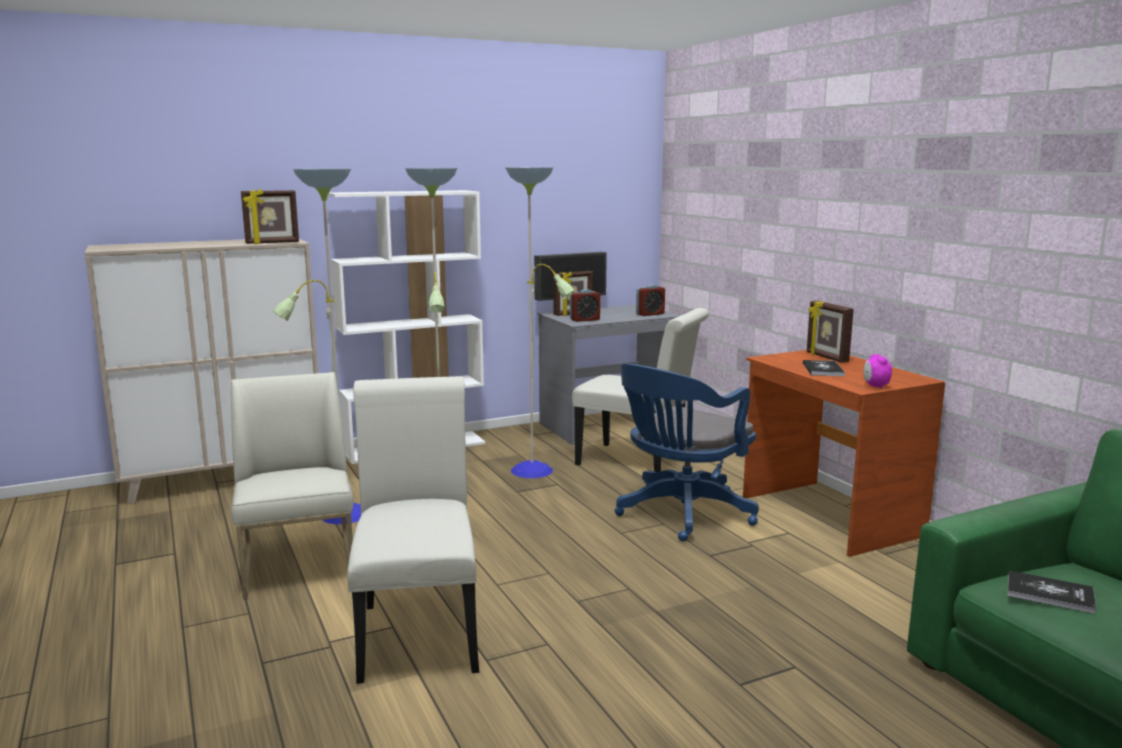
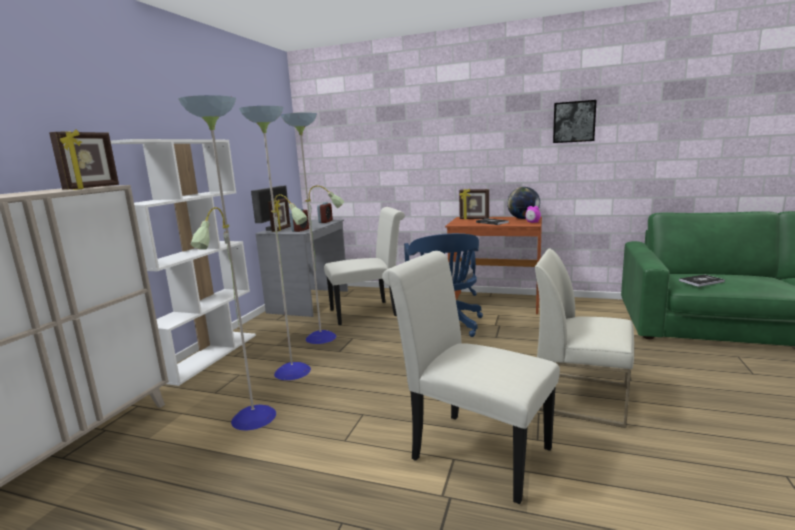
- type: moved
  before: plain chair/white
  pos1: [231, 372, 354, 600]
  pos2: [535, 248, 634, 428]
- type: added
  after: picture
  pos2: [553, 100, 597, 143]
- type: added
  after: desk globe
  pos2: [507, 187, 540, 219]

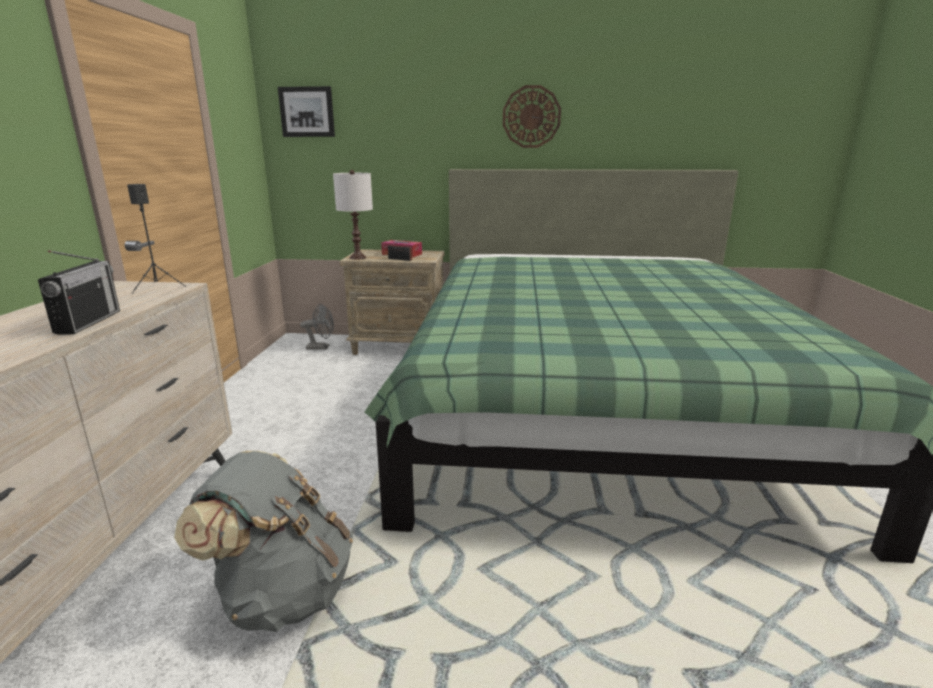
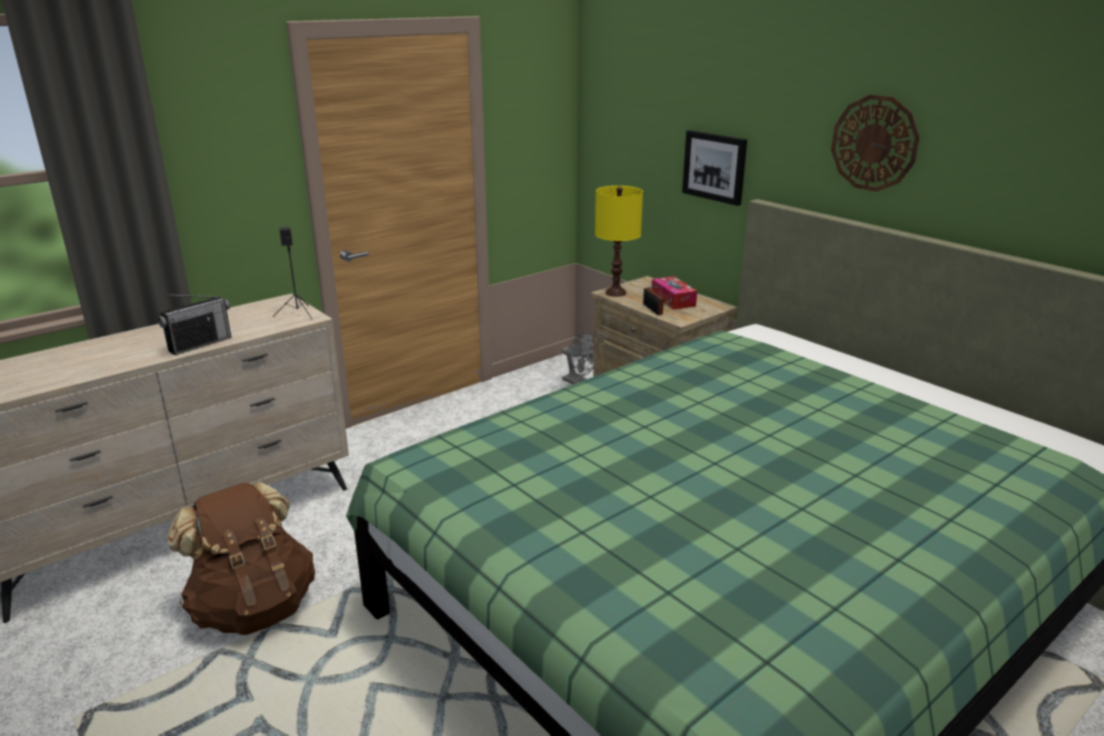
- type: moved
  before: picture
  pos1: [278, 86, 335, 137]
  pos2: [682, 130, 747, 206]
- type: recoloured
  before: lamp for a table/white
  after: lamp for a table/yellow
  pos1: [333, 170, 373, 260]
  pos2: [595, 186, 643, 297]
- type: recoloured
  before: knapsack/grey
  after: knapsack/brown
  pos1: [174, 451, 353, 632]
  pos2: [167, 482, 315, 635]

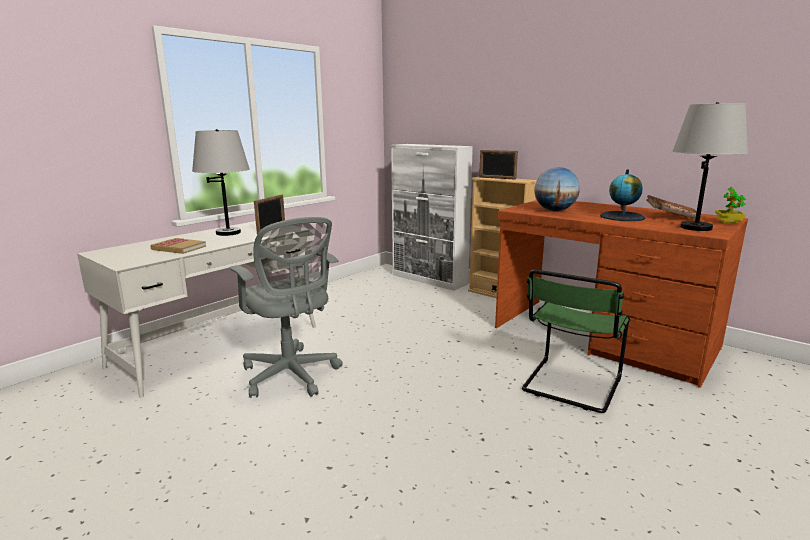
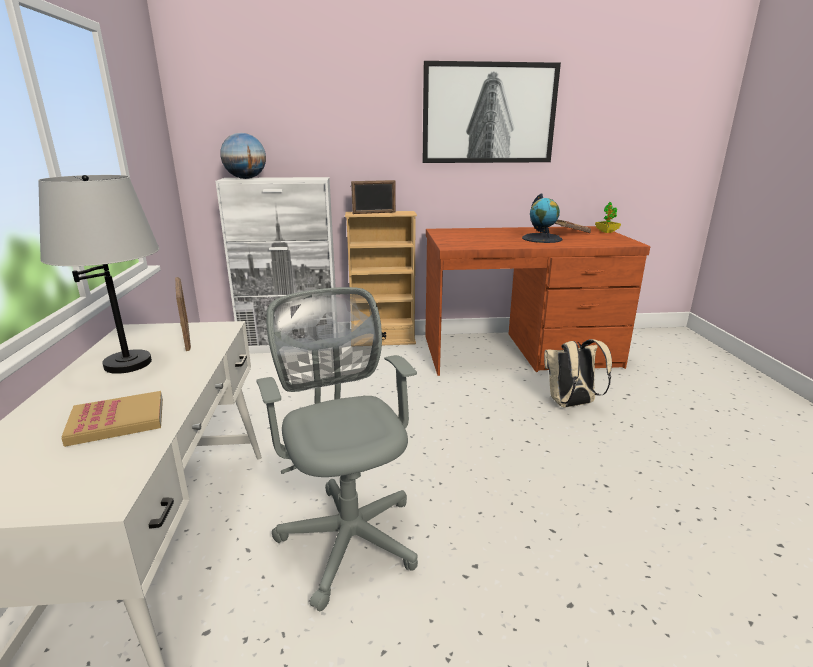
- type: removed
  before: lamp for a table/grey
  pos1: [672, 102, 748, 231]
- type: moved
  before: desk globe
  pos1: [534, 167, 580, 211]
  pos2: [220, 133, 266, 179]
- type: turned
  before: computer chair/grey
  pos1: [229, 217, 343, 398]
  pos2: [256, 287, 418, 612]
  turn: -120
- type: replaced
  before: plain chair/green
  after: knapsack/sand-coloured
  pos1: [522, 270, 630, 413]
  pos2: [544, 339, 612, 407]
- type: added
  after: picture
  pos2: [423, 61, 561, 163]

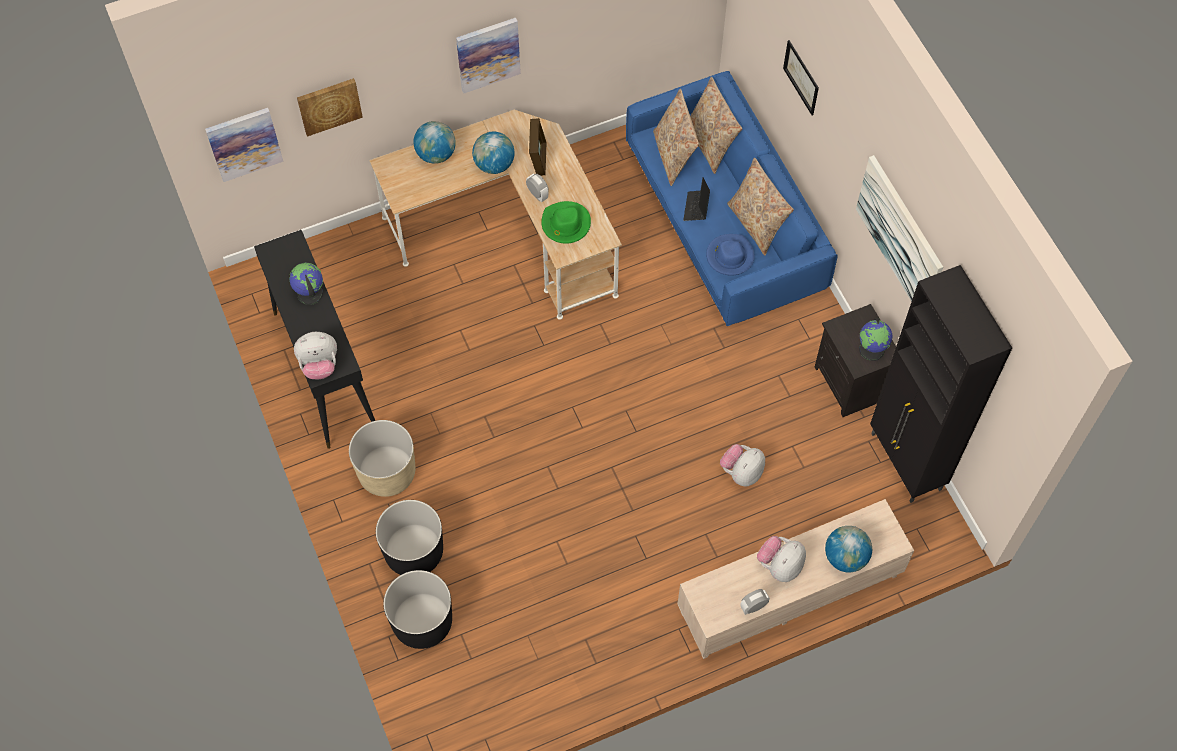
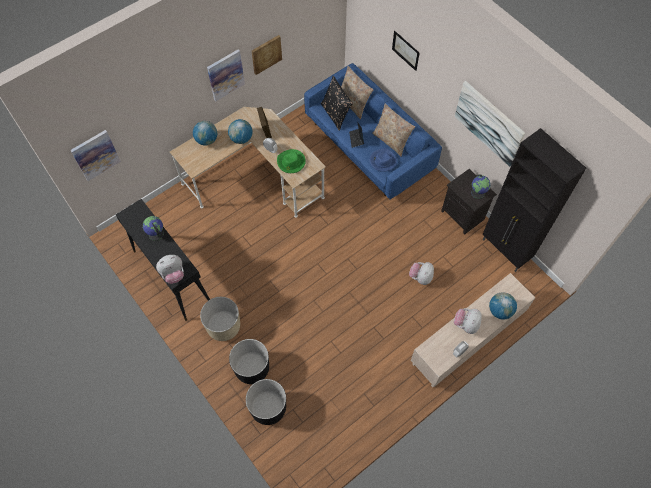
- type: moved
  before: picture
  pos1: [297, 78, 363, 137]
  pos2: [252, 35, 282, 75]
- type: recoloured
  before: pillow/sand-coloured
  after: pillow/blackish
  pos1: [653, 89, 699, 186]
  pos2: [321, 76, 353, 131]

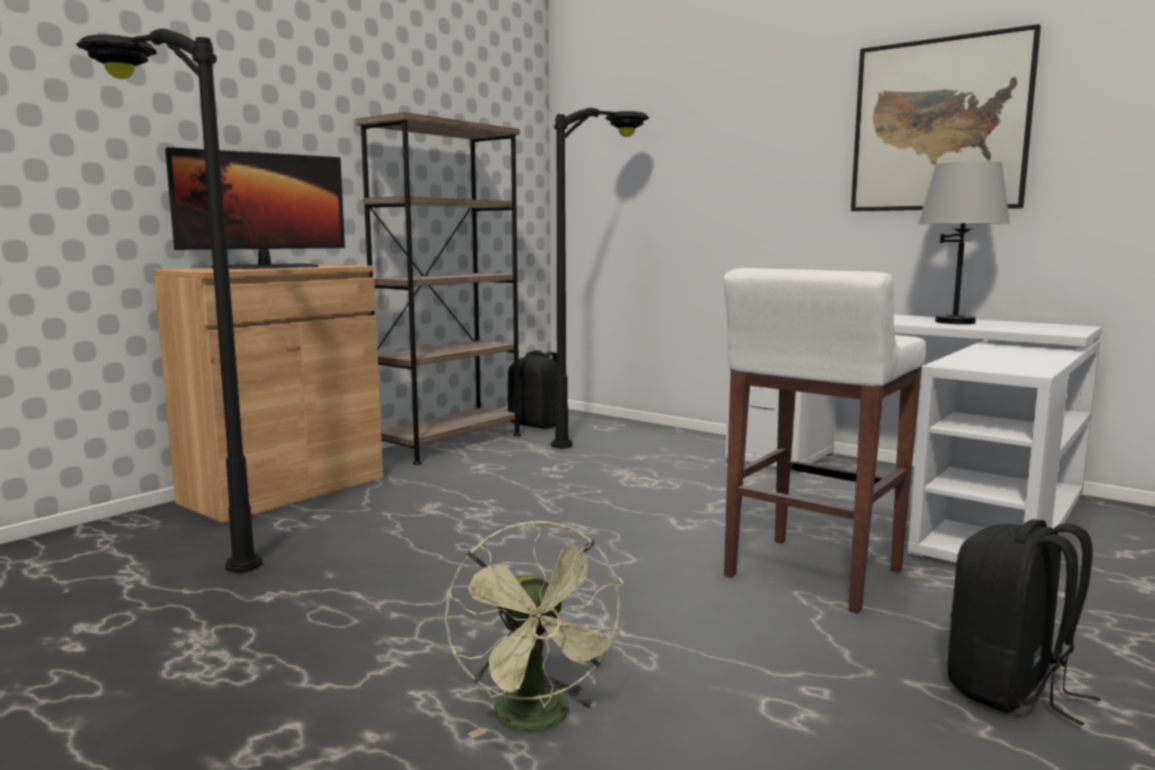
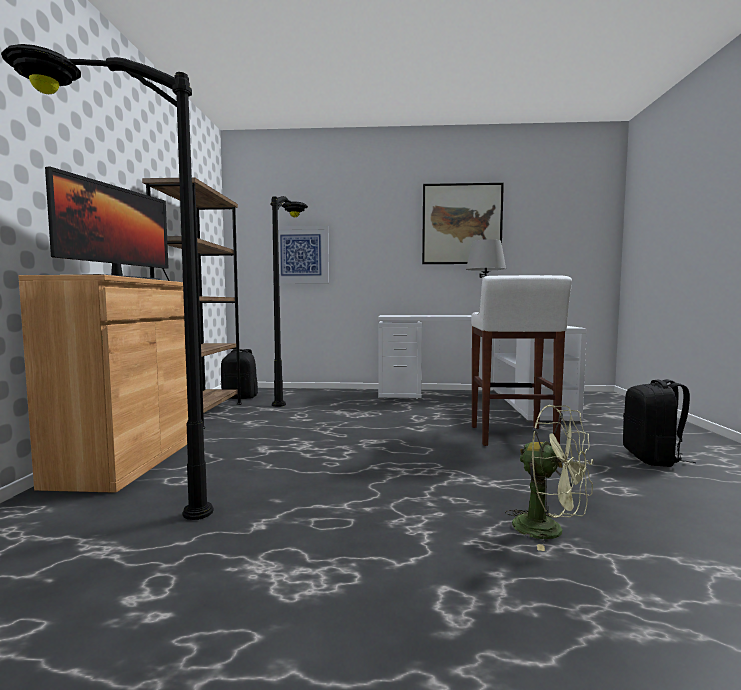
- type: added
  after: picture
  pos2: [272, 226, 329, 283]

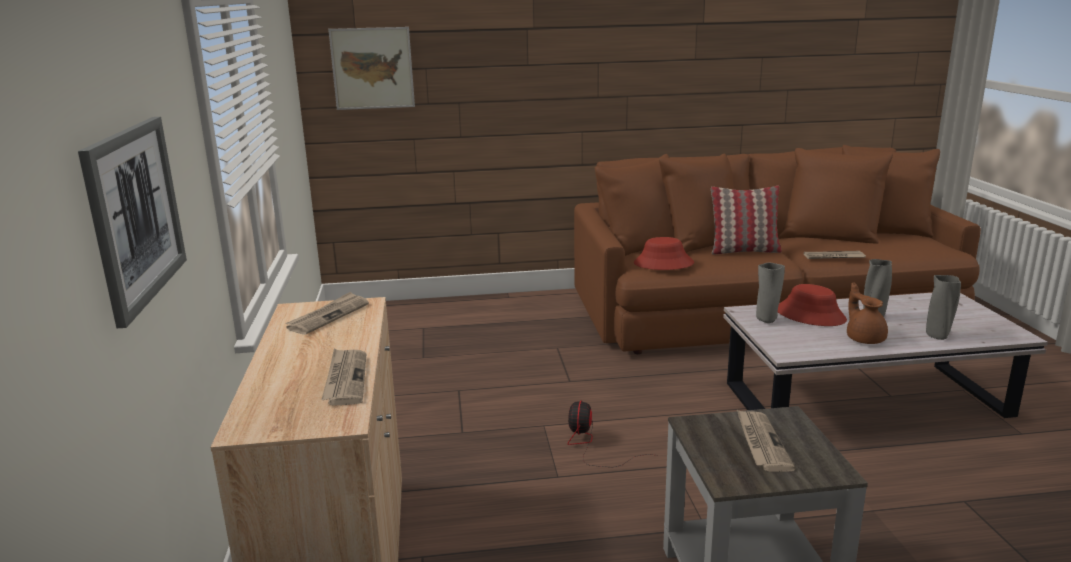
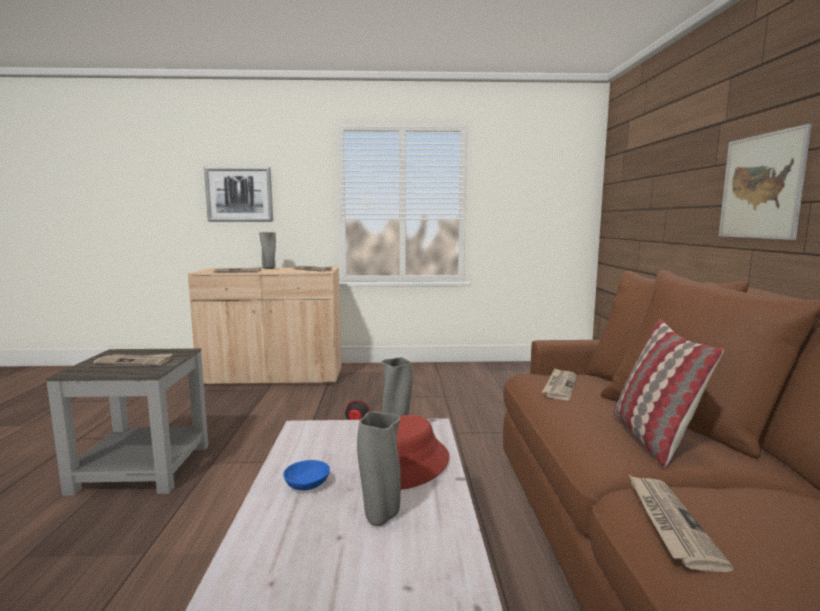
- type: moved
  before: picture
  pos1: [328, 27, 415, 110]
  pos2: [719, 124, 812, 240]
- type: replaced
  before: wearable hat/reddish
  after: newspaper
  pos1: [634, 237, 694, 270]
  pos2: [542, 368, 577, 400]
- type: moved
  before: vase/grey
  pos1: [926, 275, 961, 340]
  pos2: [259, 232, 276, 269]
- type: replaced
  before: tea pot/brown
  after: deep dish/blue-coloured
  pos1: [847, 282, 888, 344]
  pos2: [283, 460, 330, 491]

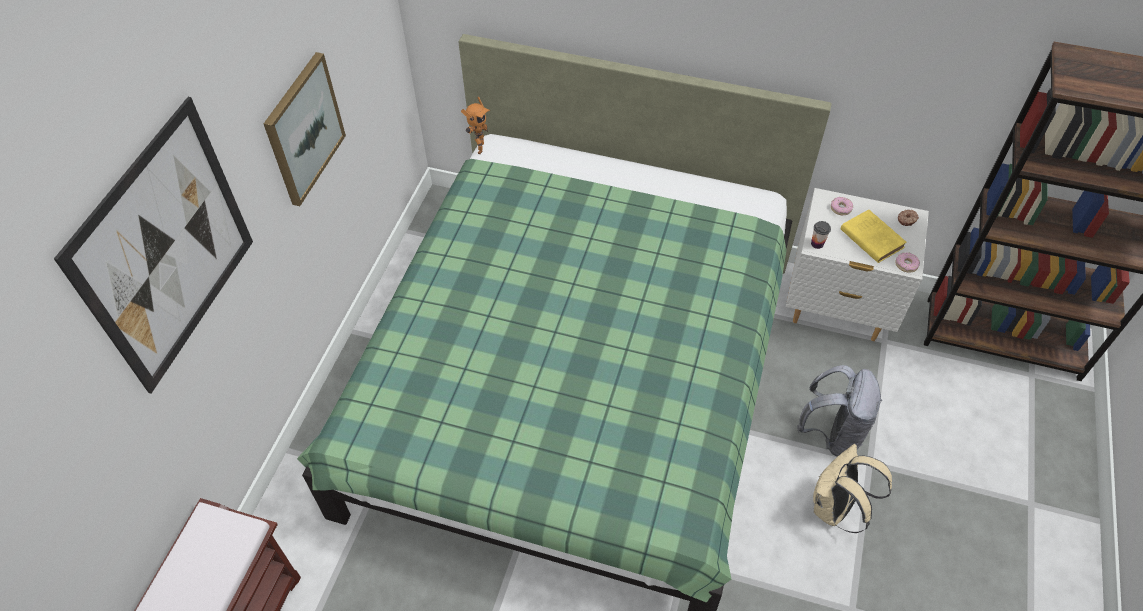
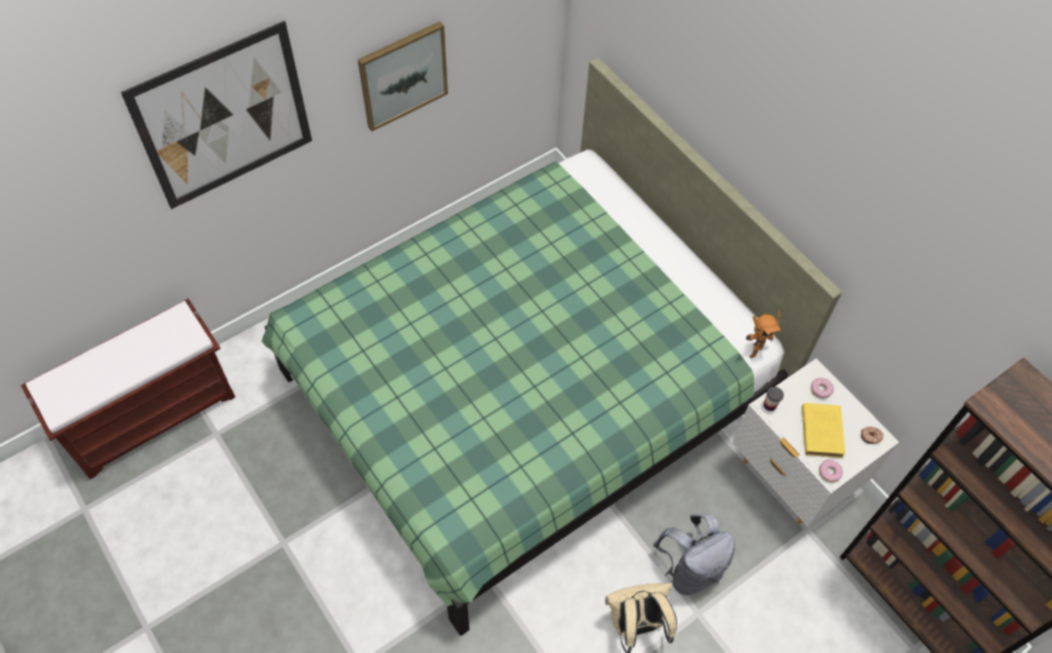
- type: moved
  before: model robot
  pos1: [461, 97, 490, 154]
  pos2: [746, 310, 781, 358]

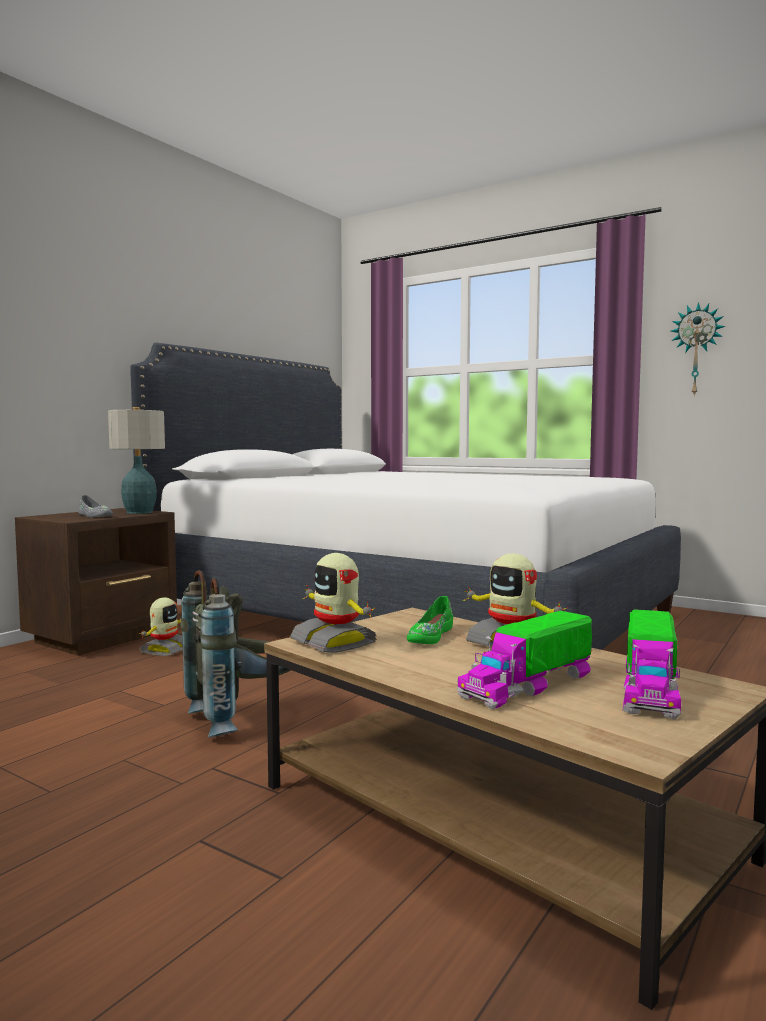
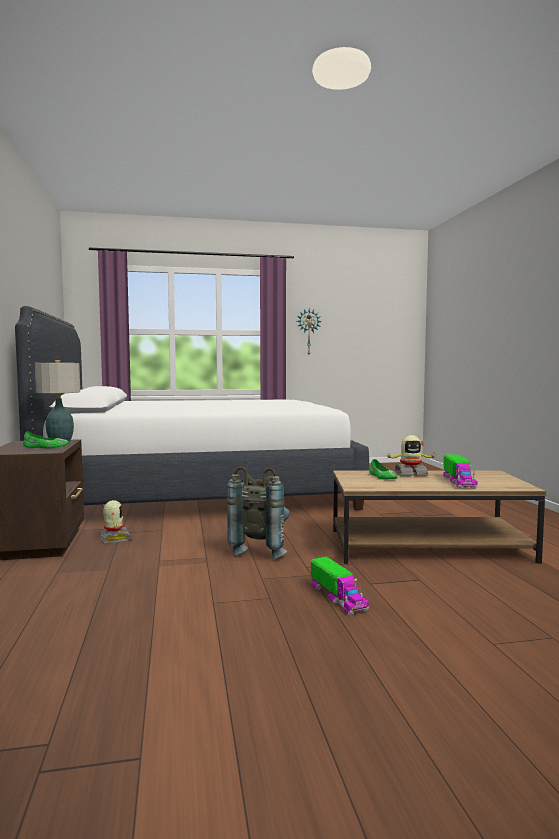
- type: recoloured
  before: low shoe/grey
  after: low shoe/green
  pos1: [78, 495, 113, 518]
  pos2: [23, 431, 69, 448]
- type: removed
  before: model robot
  pos1: [290, 553, 377, 653]
- type: moved
  before: toy truck
  pos1: [623, 609, 681, 719]
  pos2: [311, 557, 369, 615]

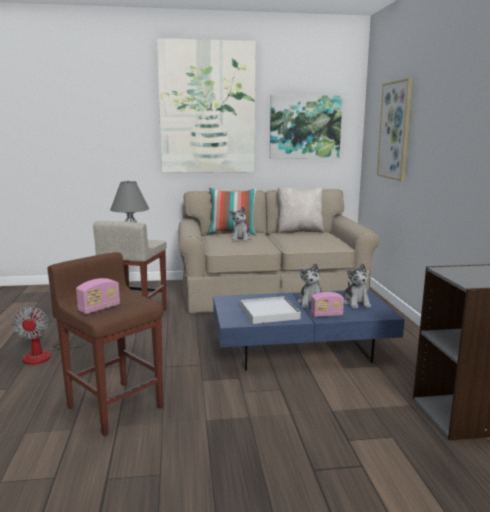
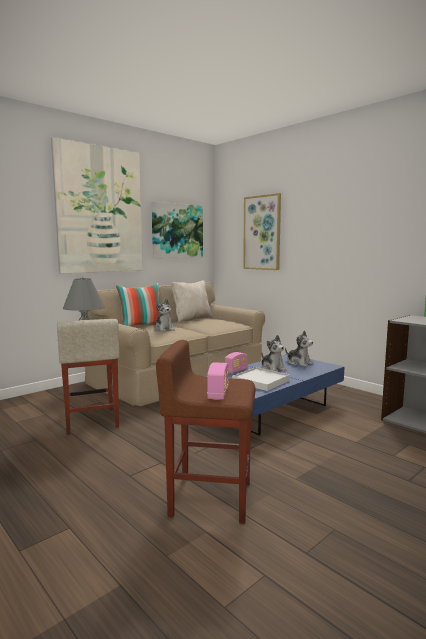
- type: moved
  before: radio receiver
  pos1: [311, 292, 344, 317]
  pos2: [225, 352, 248, 373]
- type: removed
  before: cooling fan
  pos1: [12, 307, 88, 365]

